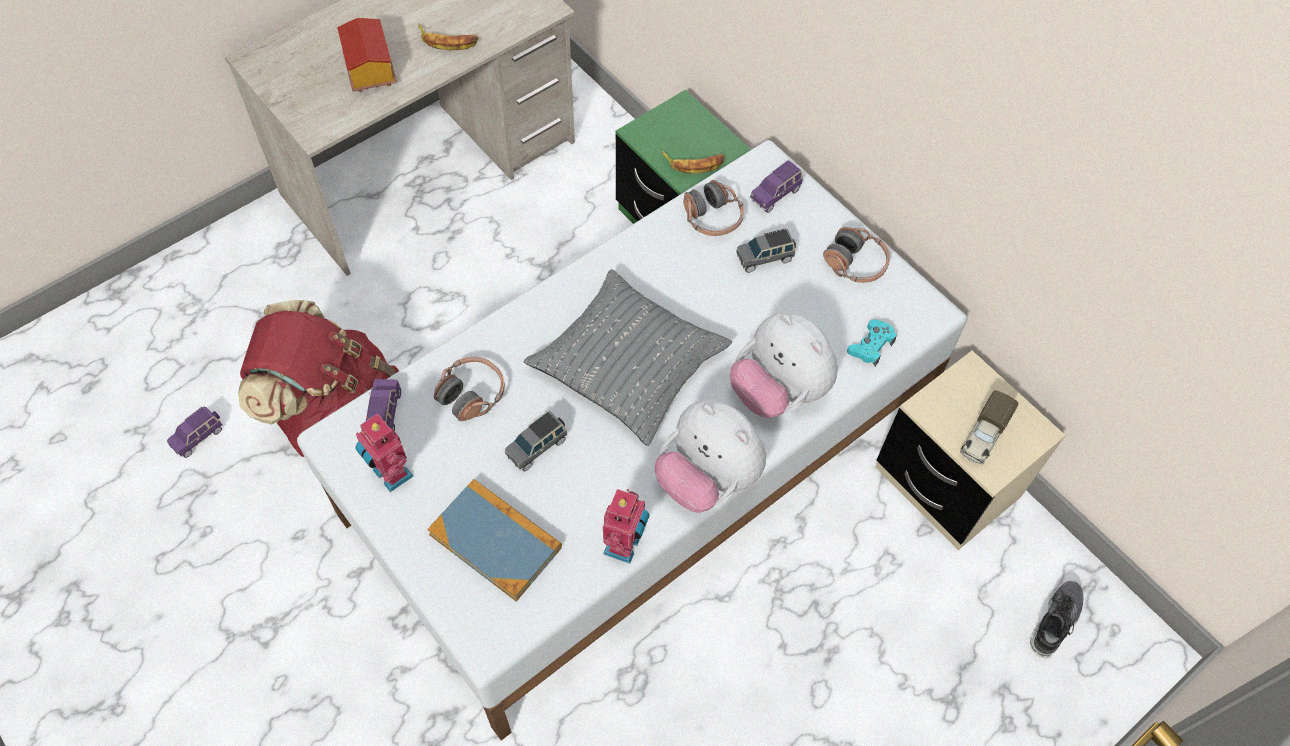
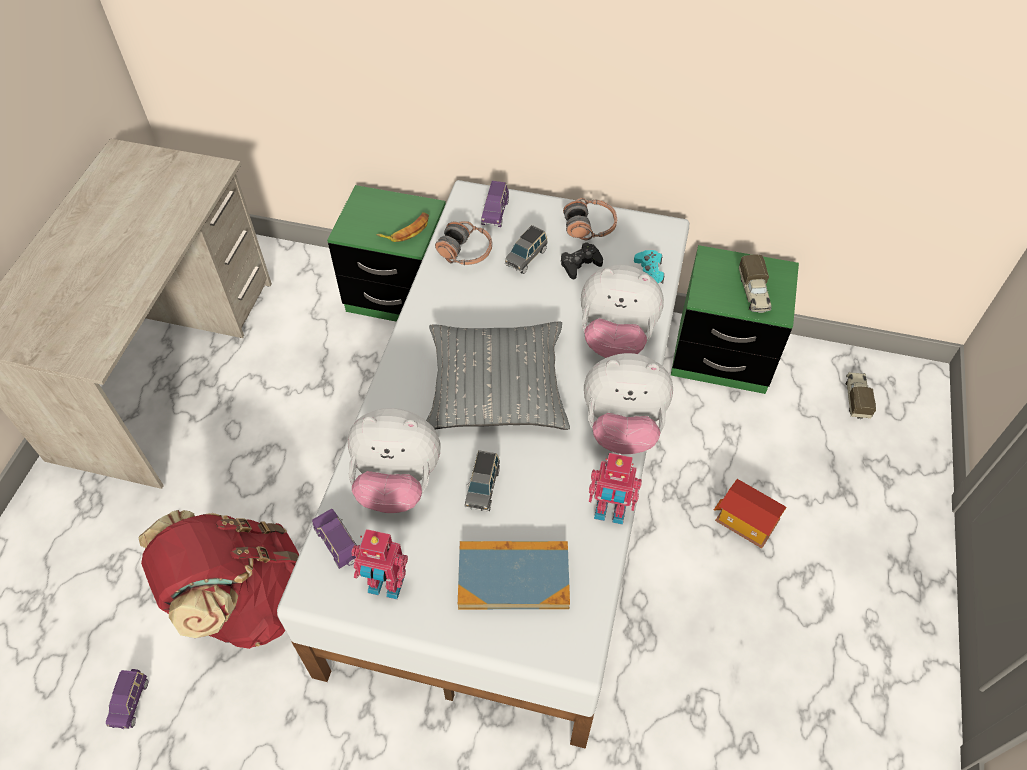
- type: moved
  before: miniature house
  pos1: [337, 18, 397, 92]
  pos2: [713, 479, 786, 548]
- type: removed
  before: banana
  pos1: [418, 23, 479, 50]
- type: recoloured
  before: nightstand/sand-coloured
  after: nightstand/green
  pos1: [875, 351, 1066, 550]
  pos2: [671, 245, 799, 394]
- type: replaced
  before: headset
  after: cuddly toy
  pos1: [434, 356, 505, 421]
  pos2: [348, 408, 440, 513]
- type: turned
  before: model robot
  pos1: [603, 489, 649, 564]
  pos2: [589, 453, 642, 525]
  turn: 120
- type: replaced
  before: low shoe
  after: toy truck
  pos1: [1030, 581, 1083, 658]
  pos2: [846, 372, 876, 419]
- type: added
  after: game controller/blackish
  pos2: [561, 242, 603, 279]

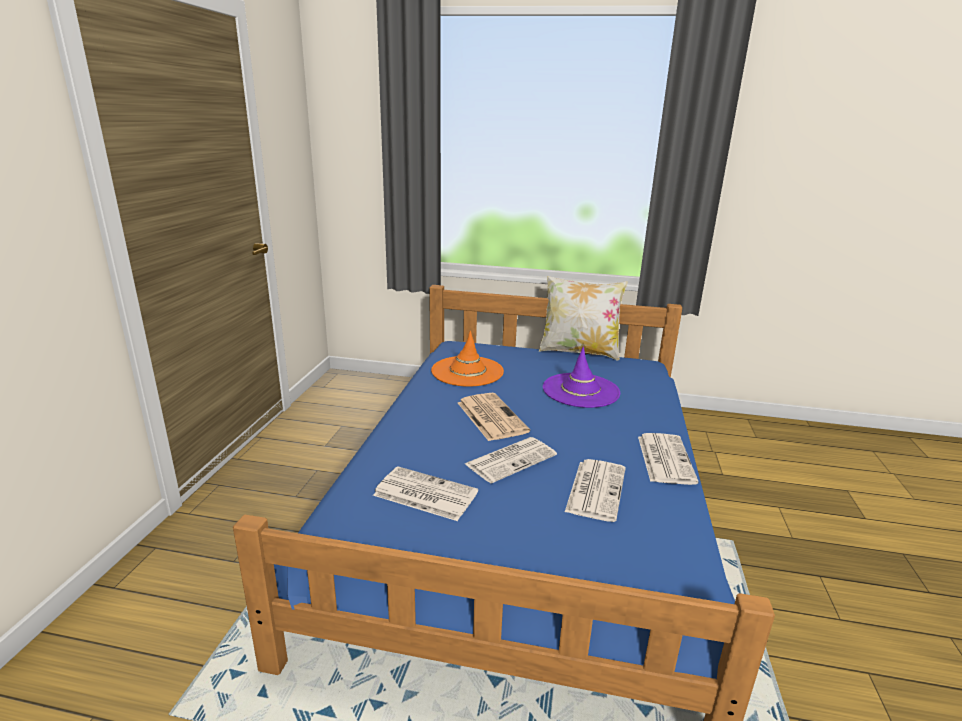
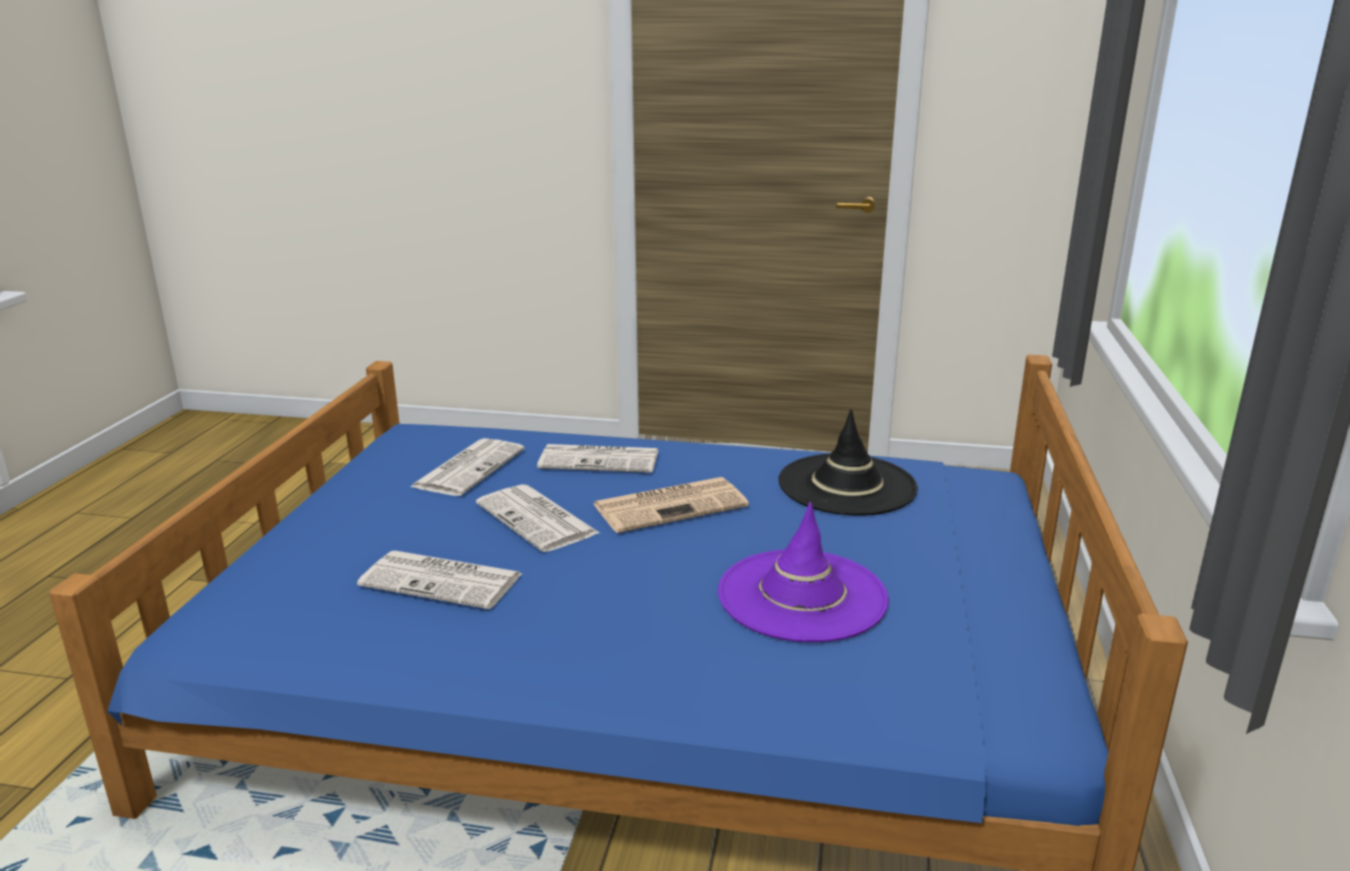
- type: removed
  before: pillow
  pos1: [539, 276, 628, 361]
- type: recoloured
  before: wearable hat/orange
  after: wearable hat/blackish
  pos1: [431, 331, 504, 387]
  pos2: [778, 409, 918, 515]
- type: moved
  before: newspaper
  pos1: [638, 433, 699, 485]
  pos2: [537, 444, 659, 473]

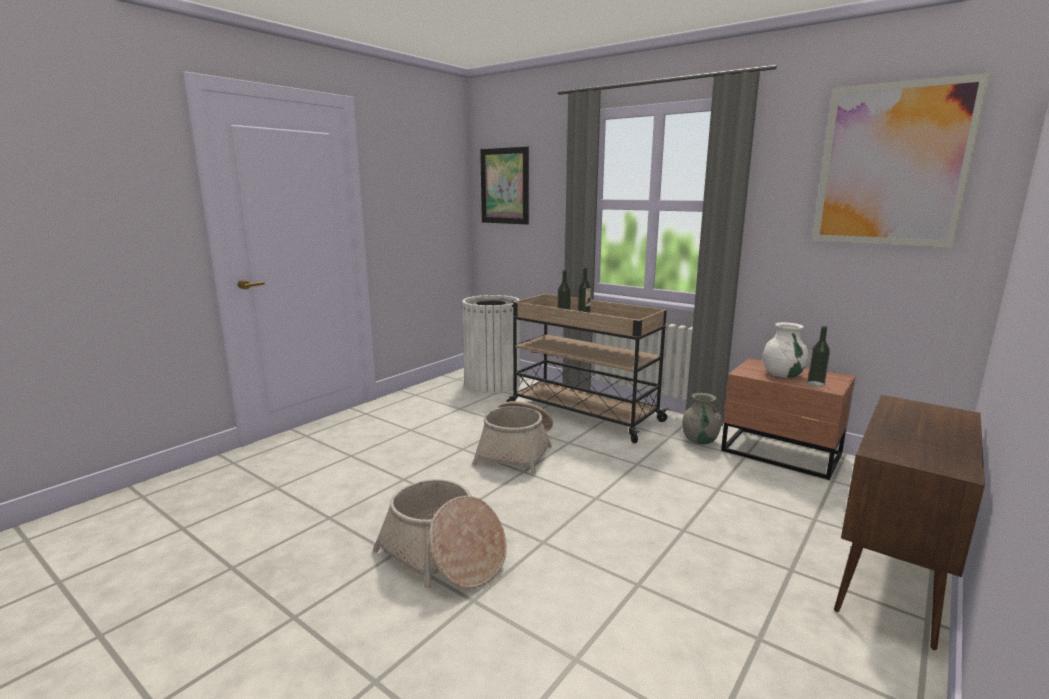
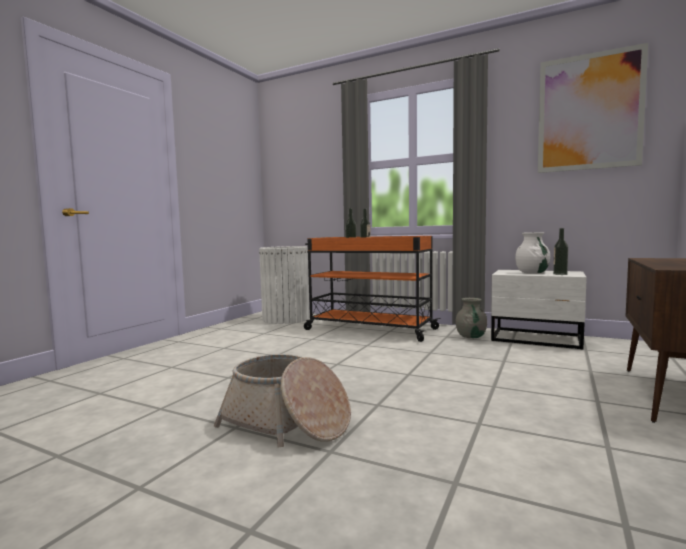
- type: removed
  before: picture
  pos1: [480, 147, 529, 225]
- type: recoloured
  before: wheeled cart/sand-coloured
  after: wheeled cart/orange
  pos1: [506, 294, 670, 443]
  pos2: [304, 236, 440, 342]
- type: recoloured
  before: nightstand/brown
  after: nightstand/white
  pos1: [721, 358, 856, 480]
  pos2: [491, 270, 587, 350]
- type: removed
  before: storage basket
  pos1: [472, 401, 553, 474]

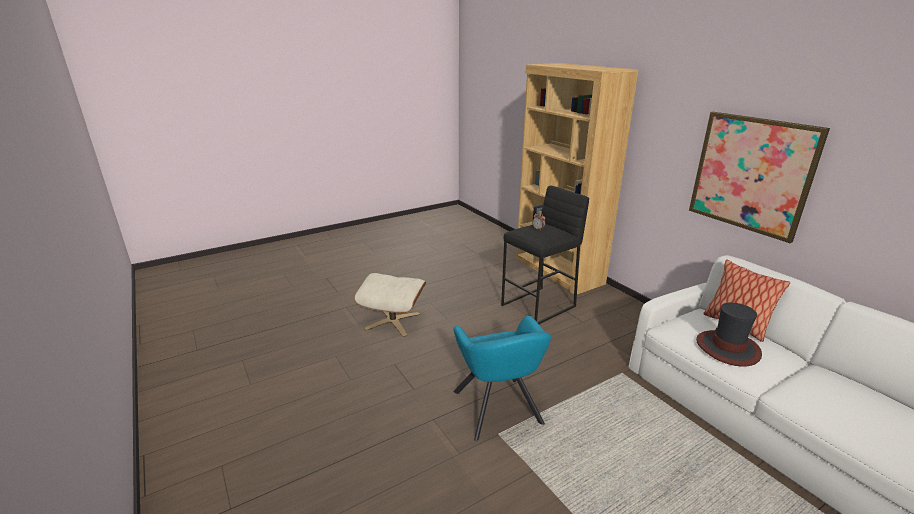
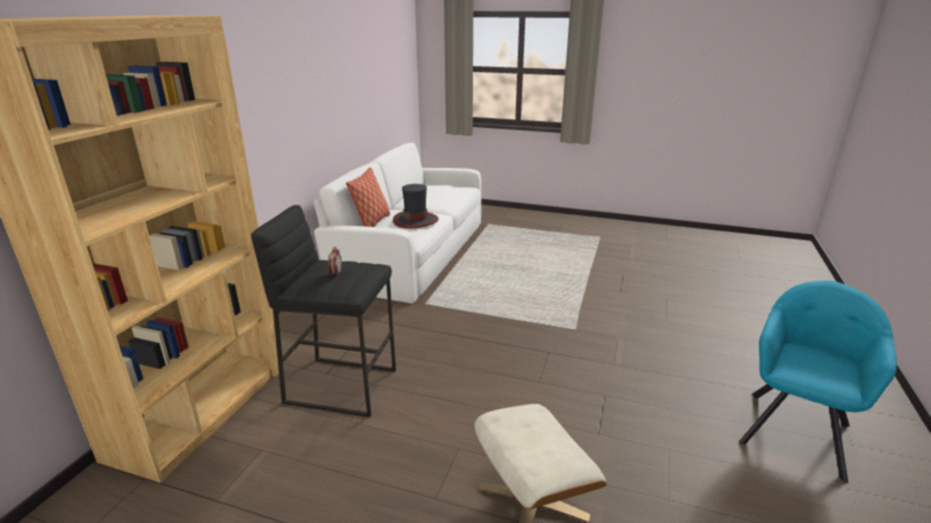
- type: removed
  before: picture
  pos1: [689, 112, 830, 243]
- type: moved
  before: easy chair/blue-green
  pos1: [454, 316, 551, 441]
  pos2: [739, 281, 897, 483]

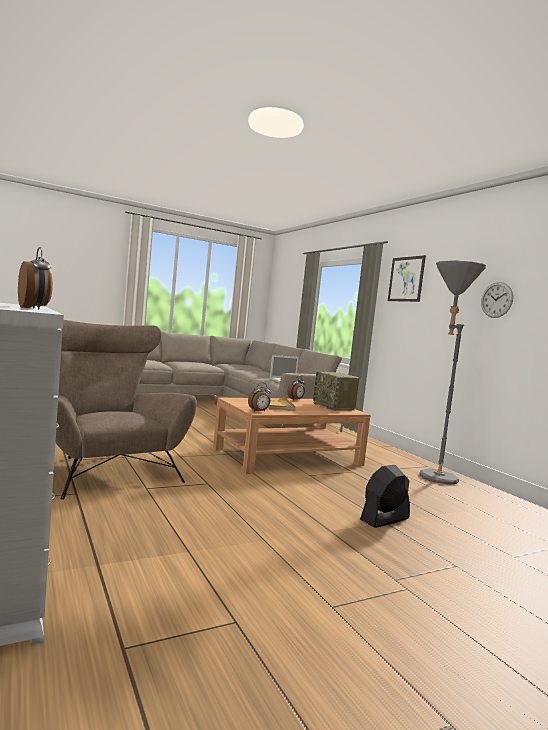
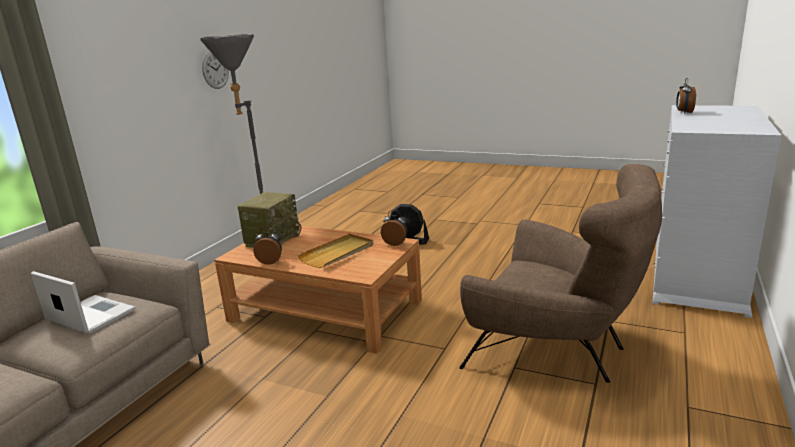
- type: removed
  before: picture
  pos1: [388, 255, 426, 302]
- type: turned
  before: easy chair/brown
  pos1: [56, 320, 197, 500]
  pos2: [459, 164, 662, 383]
  turn: -75

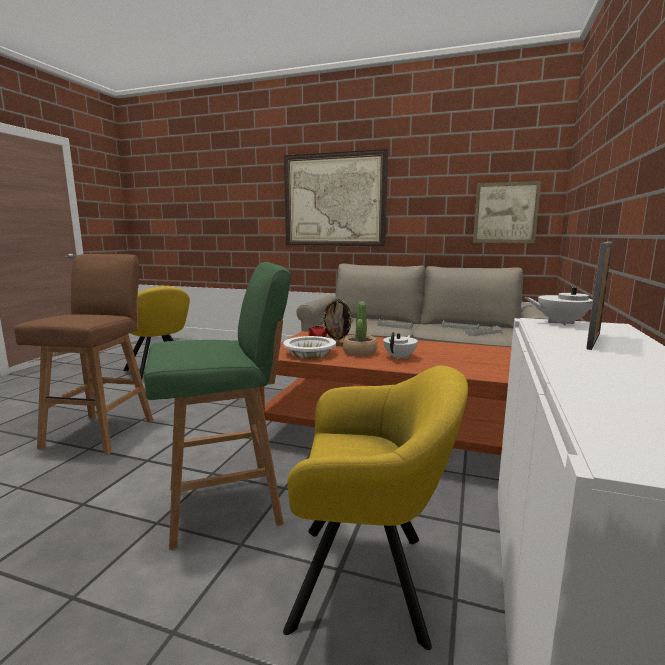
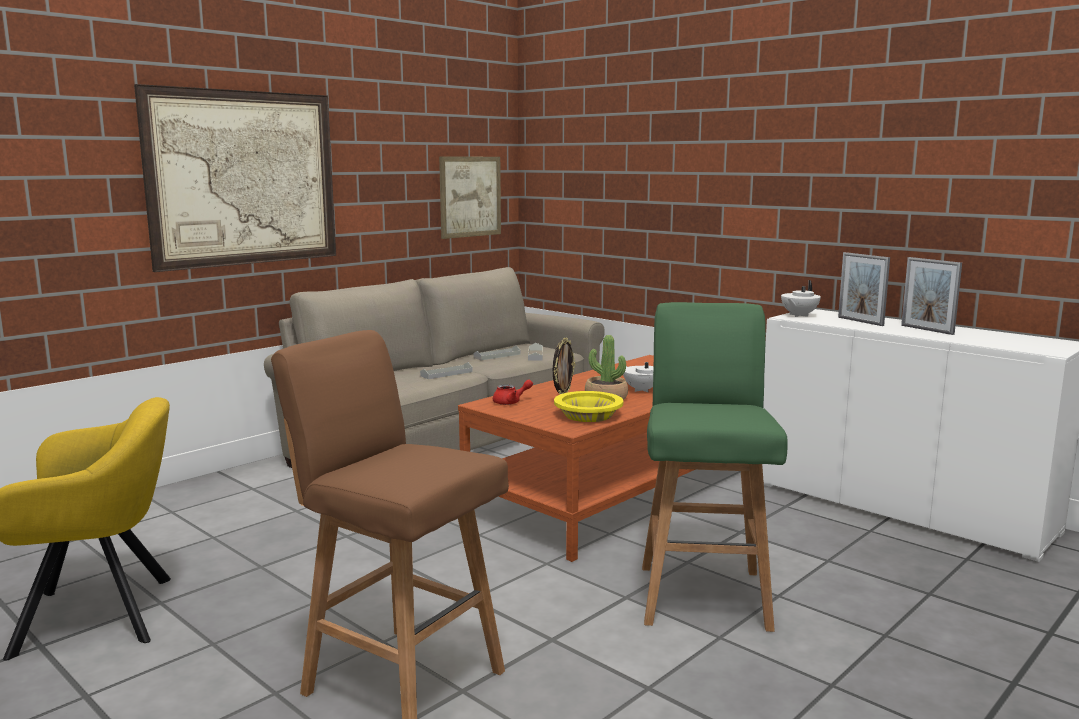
- type: recoloured
  before: deep dish/white
  after: deep dish/yellow
  pos1: [283, 336, 336, 359]
  pos2: [554, 391, 623, 422]
- type: removed
  before: easy chair/yellow
  pos1: [283, 365, 468, 650]
- type: added
  after: standing frame
  pos2: [901, 257, 962, 335]

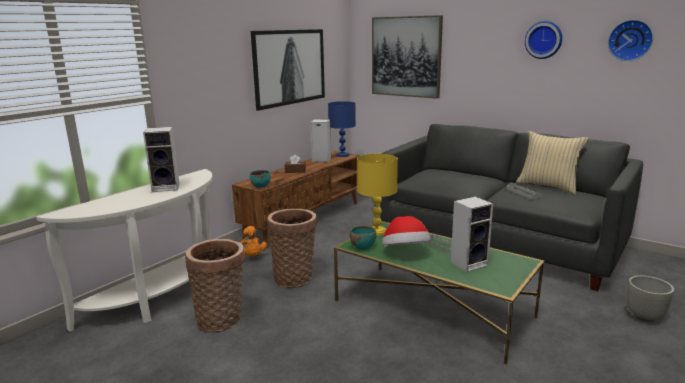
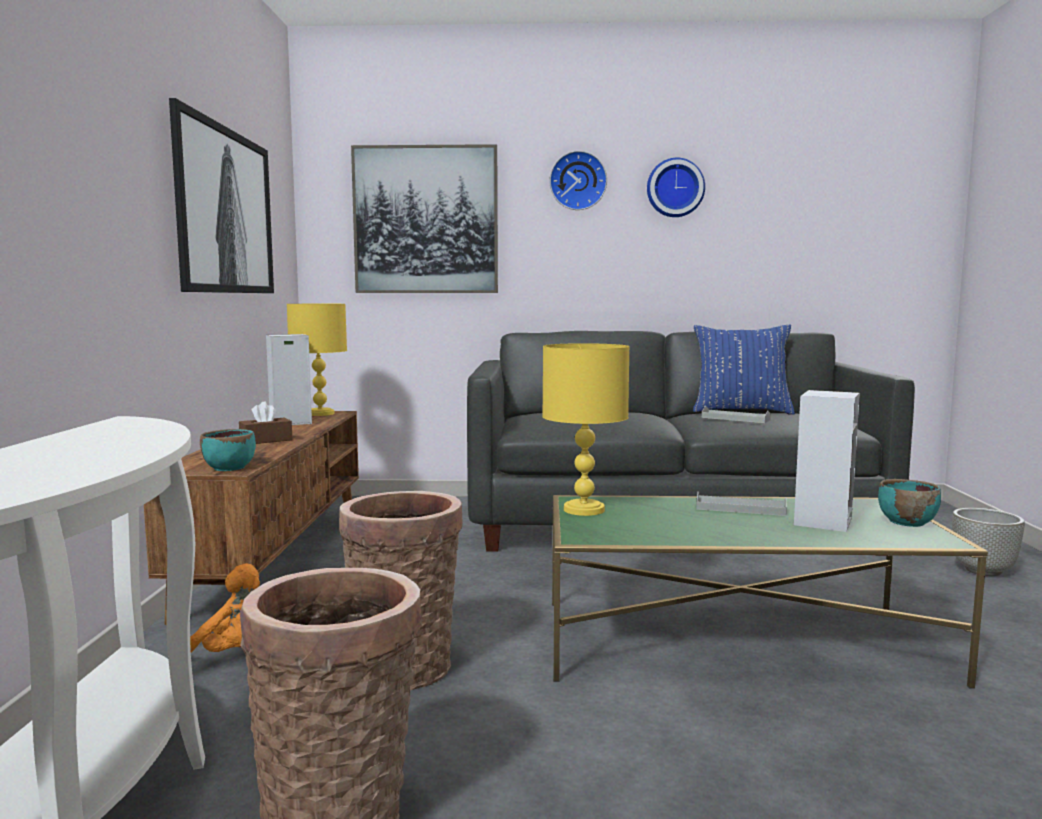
- type: moved
  before: hanging clock
  pos1: [608, 20, 653, 61]
  pos2: [549, 151, 607, 210]
- type: recoloured
  before: lamp for a table/blue-coloured
  after: lamp for a table/yellow
  pos1: [328, 101, 356, 157]
  pos2: [287, 304, 347, 416]
- type: removed
  before: audio speaker
  pos1: [143, 127, 180, 192]
- type: recoloured
  before: pillow/sand-coloured
  after: pillow/blue-coloured
  pos1: [516, 131, 589, 194]
  pos2: [693, 324, 795, 415]
- type: removed
  before: wearable hat
  pos1: [383, 216, 431, 246]
- type: moved
  before: deep dish/blue-green
  pos1: [350, 225, 376, 250]
  pos2: [878, 479, 941, 527]

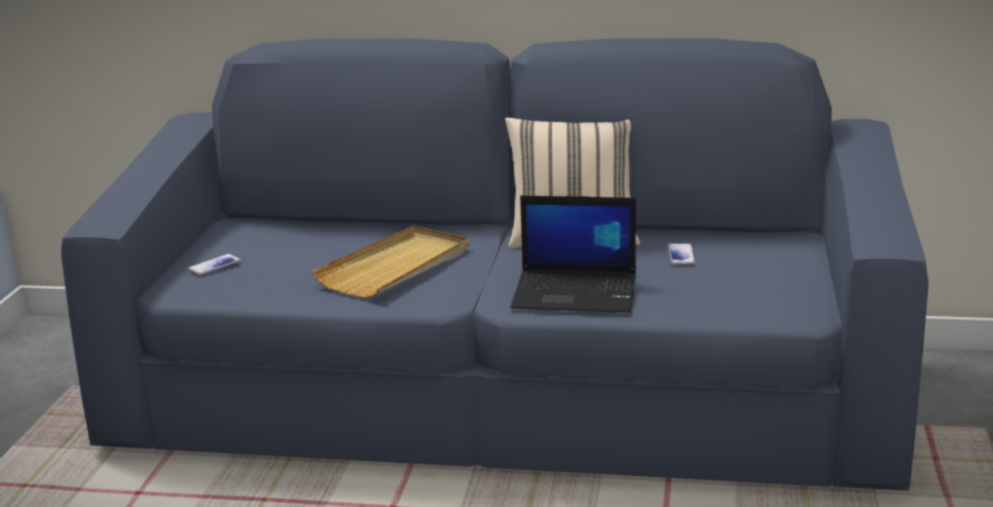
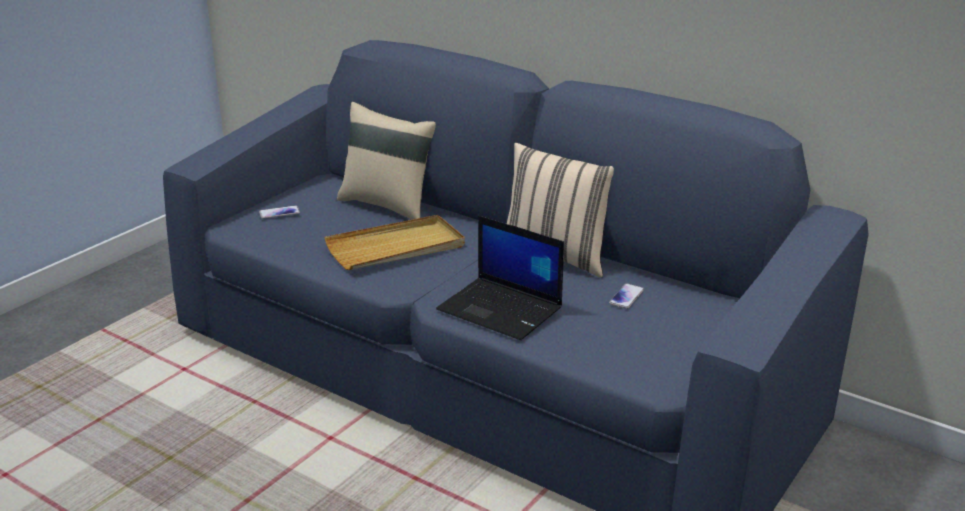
- type: added
  after: pillow/sand-coloured
  pos2: [337, 102, 436, 220]

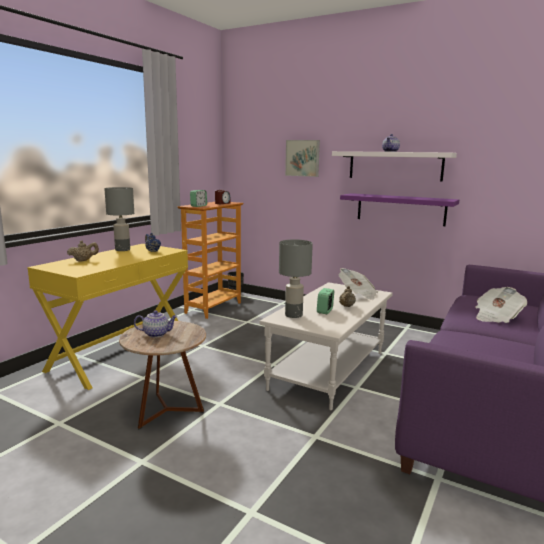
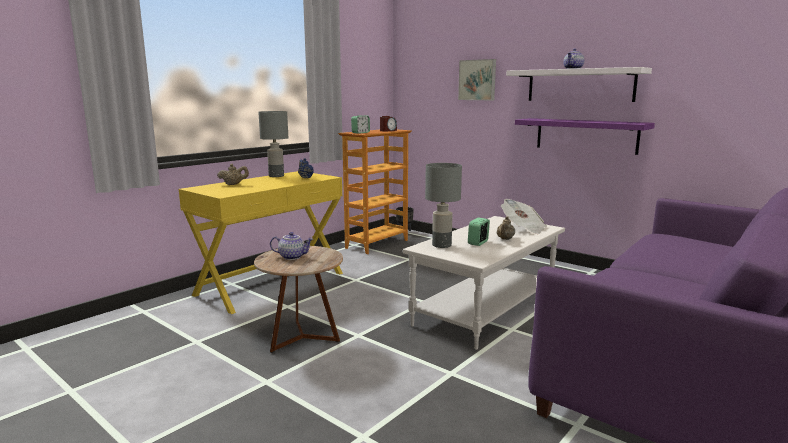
- type: removed
  before: newspaper
  pos1: [475, 287, 528, 323]

